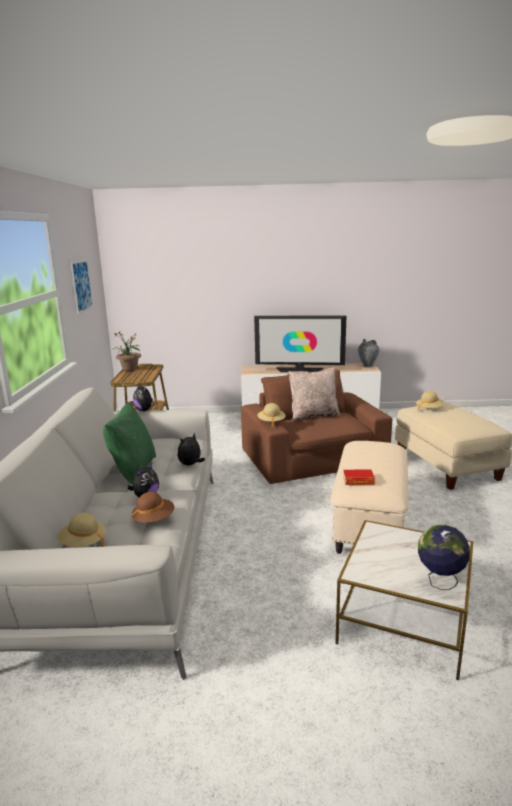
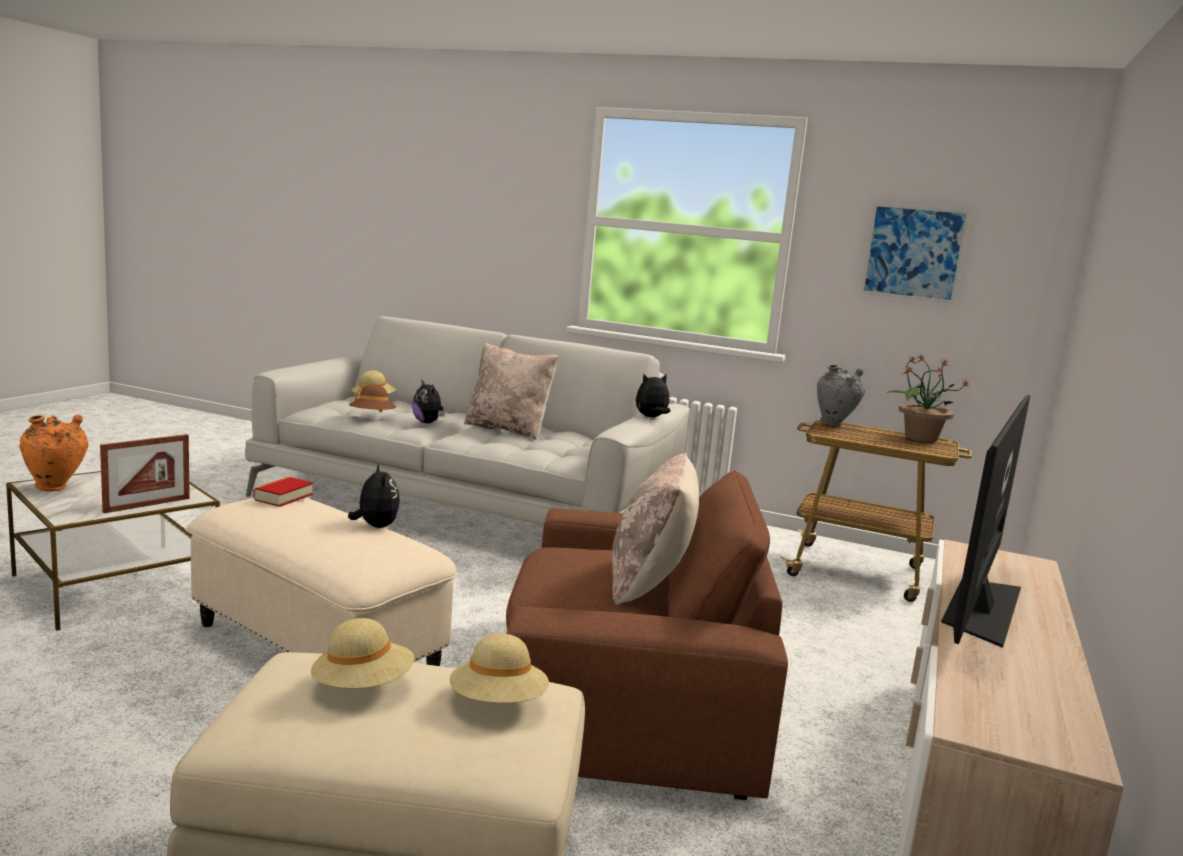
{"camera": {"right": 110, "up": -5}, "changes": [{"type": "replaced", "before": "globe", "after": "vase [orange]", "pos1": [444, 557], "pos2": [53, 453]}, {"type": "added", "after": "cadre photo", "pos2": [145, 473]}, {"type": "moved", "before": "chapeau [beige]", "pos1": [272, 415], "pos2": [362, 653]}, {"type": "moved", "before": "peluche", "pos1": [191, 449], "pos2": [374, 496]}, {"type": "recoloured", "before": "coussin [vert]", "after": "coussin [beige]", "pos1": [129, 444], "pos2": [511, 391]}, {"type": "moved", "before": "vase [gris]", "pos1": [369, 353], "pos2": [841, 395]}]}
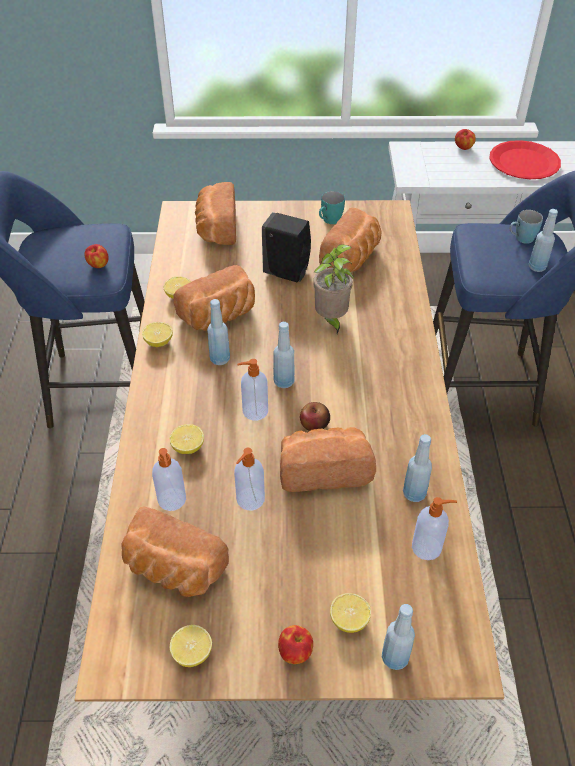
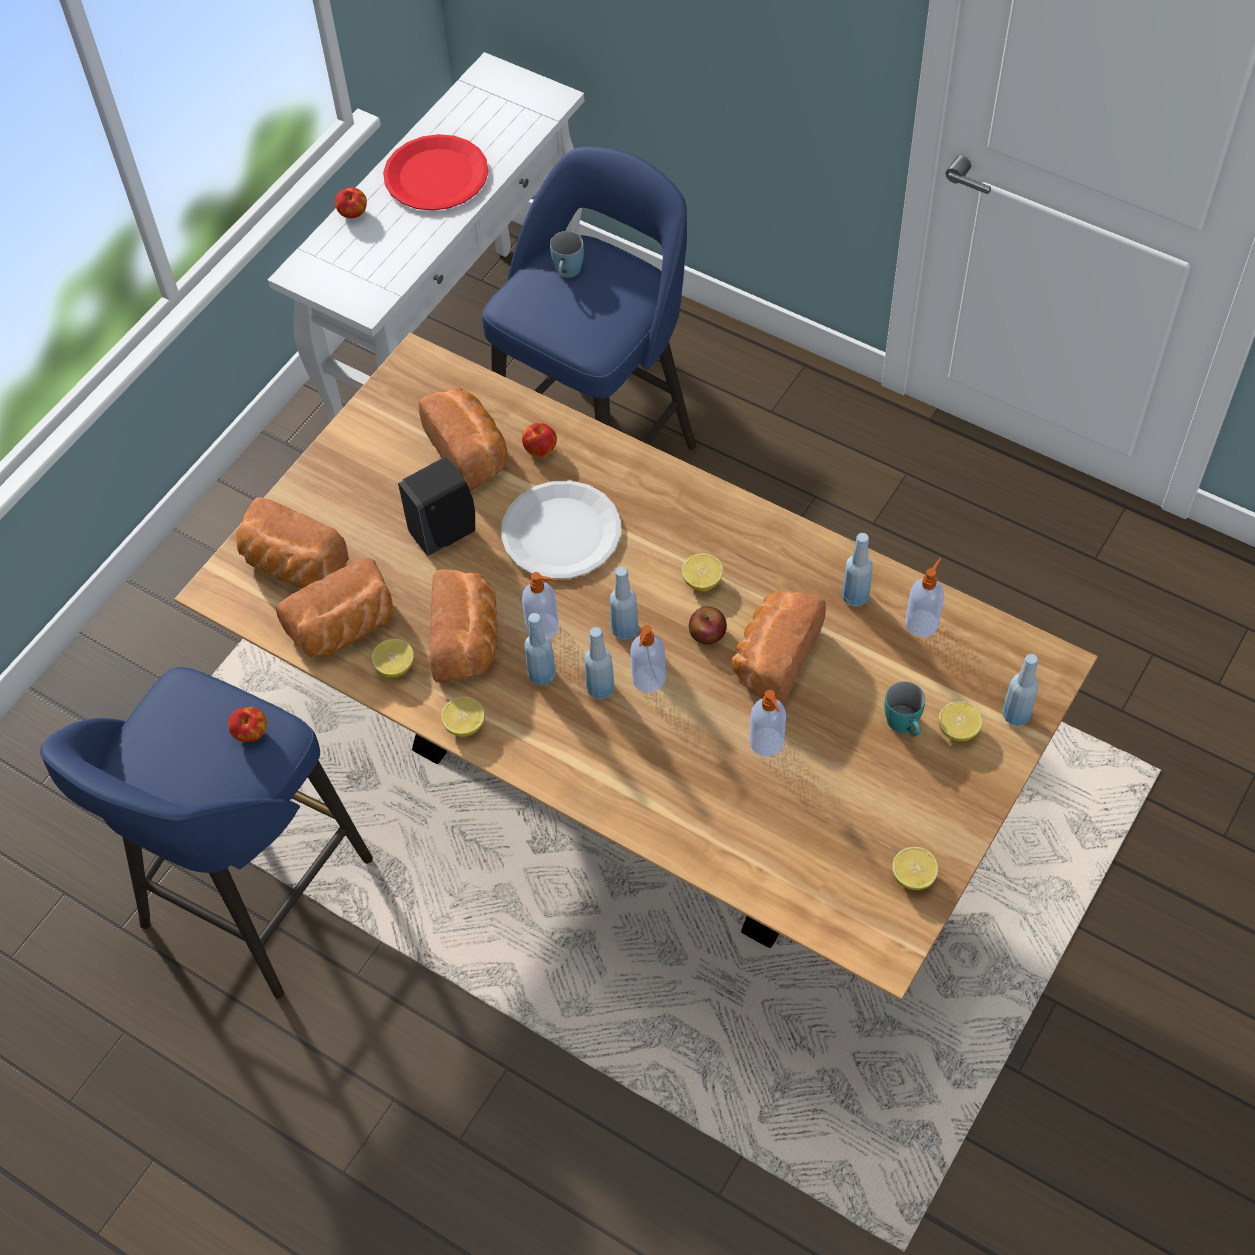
{"camera": {"right": -55, "up": 10}, "changes": [{"type": "moved", "before": "pain", "pos1": [175, 551], "pos2": [335, 607]}, {"type": "replaced", "before": "plante en pot", "after": "assiette [blanc]", "pos1": [333, 289], "pos2": [561, 530]}, {"type": "moved", "before": "pomme", "pos1": [295, 644], "pos2": [539, 440]}, {"type": "moved", "before": "distributeur de savon", "pos1": [169, 479], "pos2": [540, 605]}, {"type": "moved", "before": "bouteille [bleu]", "pos1": [543, 240], "pos2": [599, 663]}, {"type": "moved", "before": "citron", "pos1": [187, 439], "pos2": [702, 572]}, {"type": "moved", "before": "mug [turquoise]", "pos1": [332, 207], "pos2": [904, 709]}]}
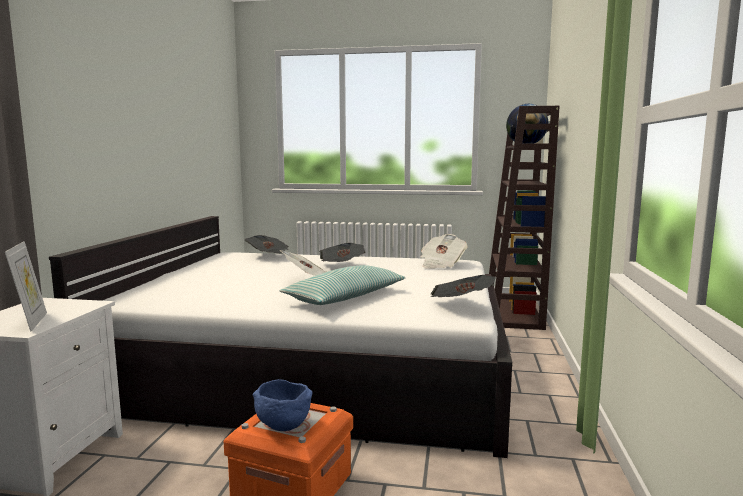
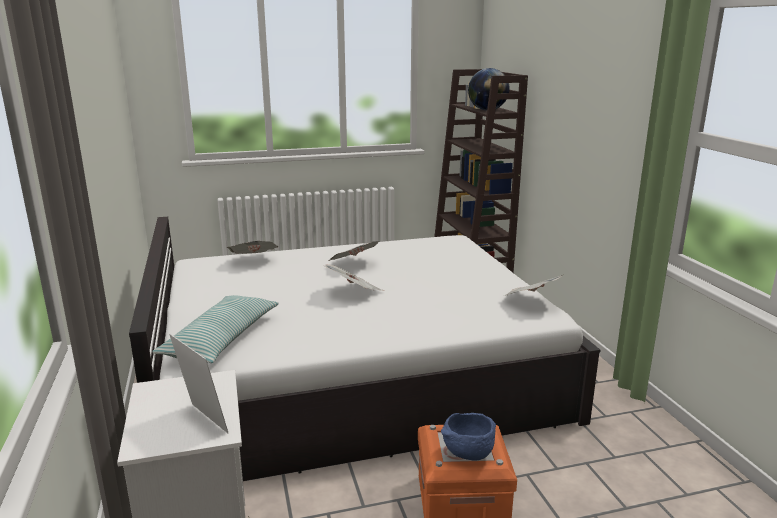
{"camera": {"right": -25, "up": 10}, "changes": [{"type": "moved", "before": "coussin", "pos1": [342, 285], "pos2": [216, 329]}, {"type": "removed", "before": "journal", "pos1": [444, 251]}]}
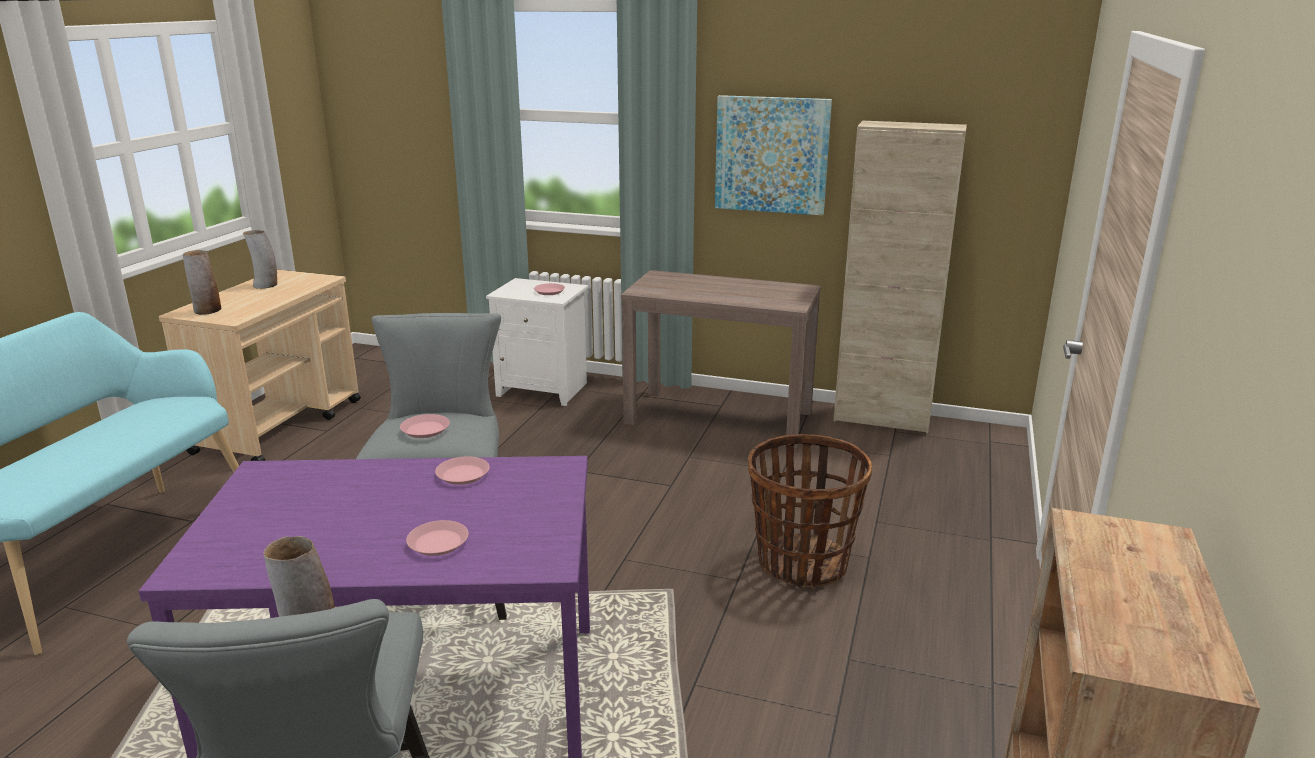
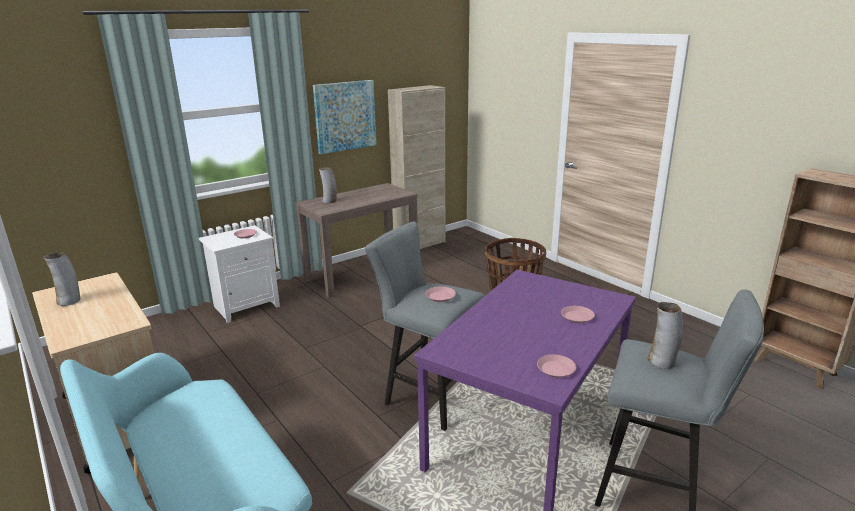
{"camera": {"right": -55, "up": 0}, "changes": [{"type": "moved", "before": "vase", "pos1": [202, 282], "pos2": [328, 185]}, {"type": "moved", "before": "assiette [rose]", "pos1": [462, 470], "pos2": [556, 366]}]}
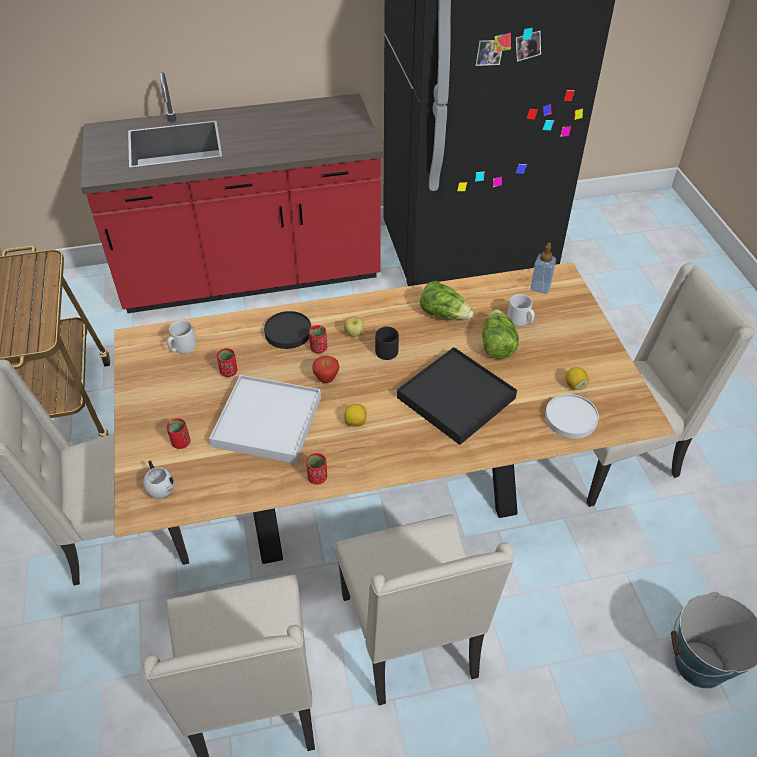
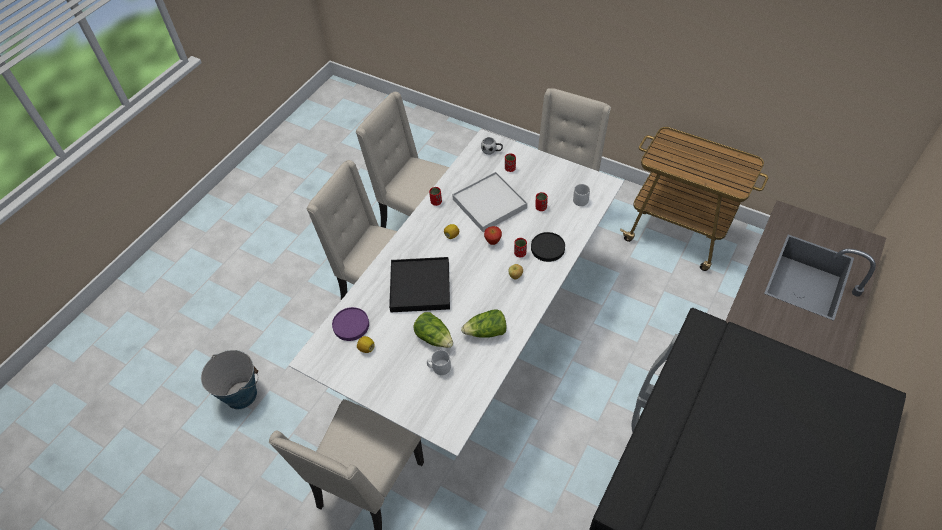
{"camera": {"right": 135, "up": 5}, "changes": [{"type": "recoloured", "before": "table à manger [marron]", "after": "table à manger [blanc]", "pos1": [394, 413], "pos2": [456, 293]}, {"type": "recoloured", "before": "assiette [blanc]", "after": "assiette [violet]", "pos1": [572, 416], "pos2": [350, 324]}, {"type": "removed", "before": "mug [noir]", "pos1": [387, 343]}, {"type": "removed", "before": "distributeur de savon", "pos1": [543, 268]}]}
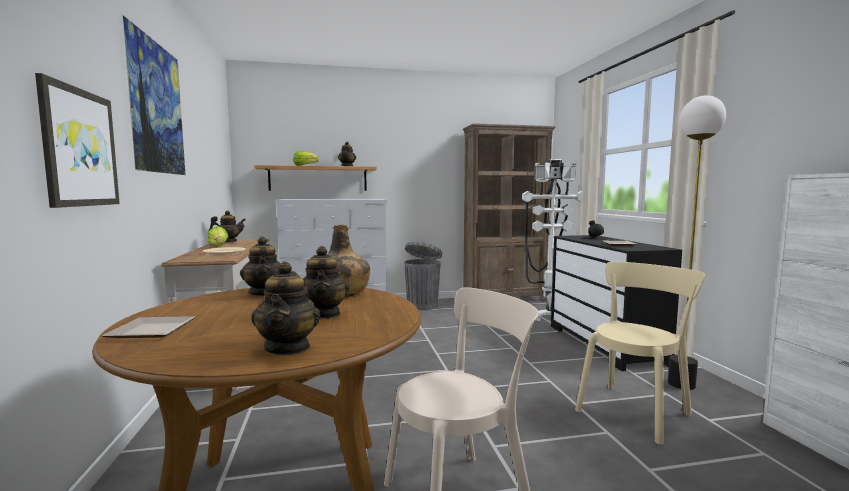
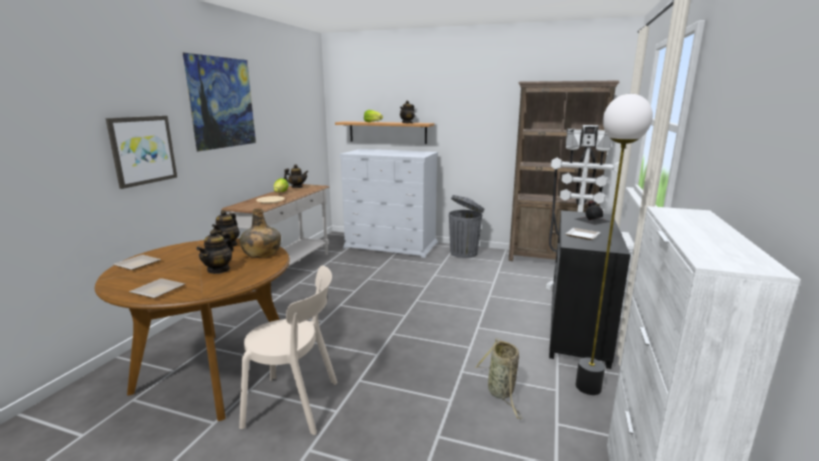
{"camera": {"right": 30, "up": 10}, "changes": [{"type": "replaced", "before": "théière", "after": "assiette", "pos1": [285, 308], "pos2": [157, 288]}, {"type": "replaced", "before": "chaise [beige]", "after": "panier", "pos1": [640, 353], "pos2": [498, 379]}]}
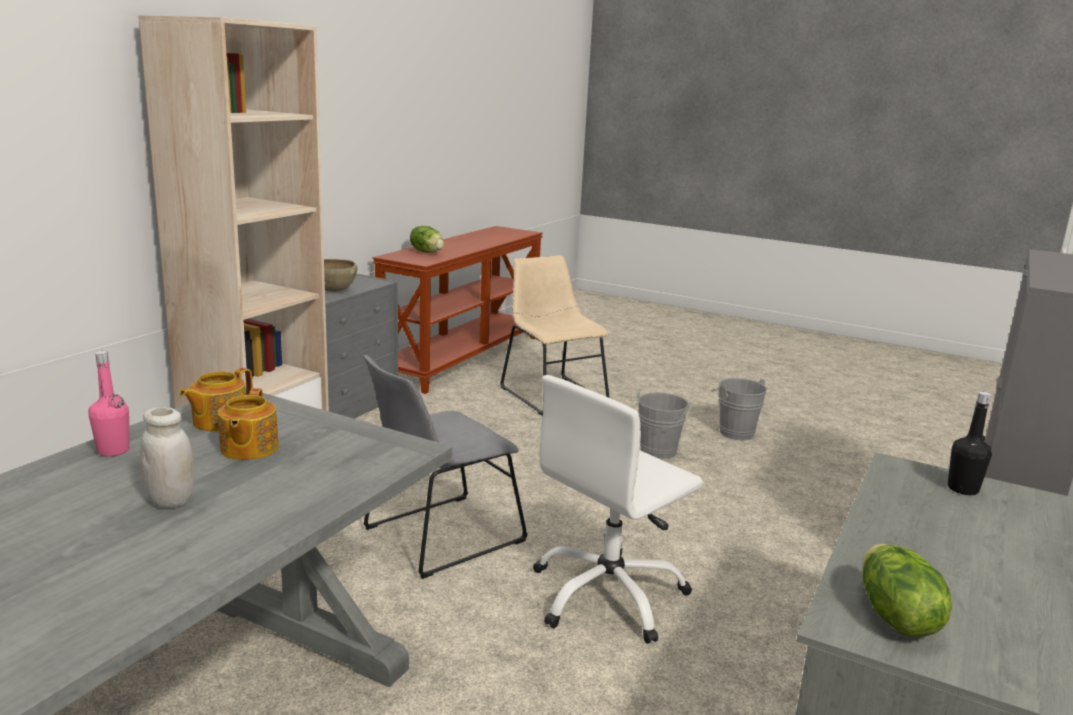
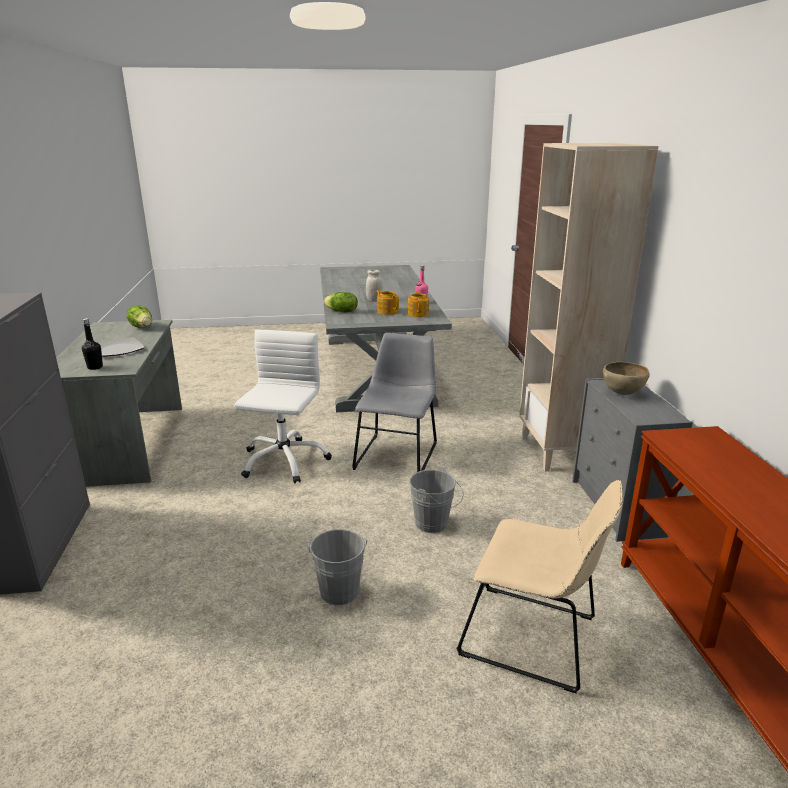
{"camera": {"right": 145, "up": 5}, "changes": [{"type": "added", "after": "assiette", "pos2": [122, 347]}, {"type": "moved", "before": "laitue", "pos1": [427, 239], "pos2": [341, 302]}, {"type": "moved", "before": "seau [gris]", "pos1": [739, 409], "pos2": [437, 499]}]}
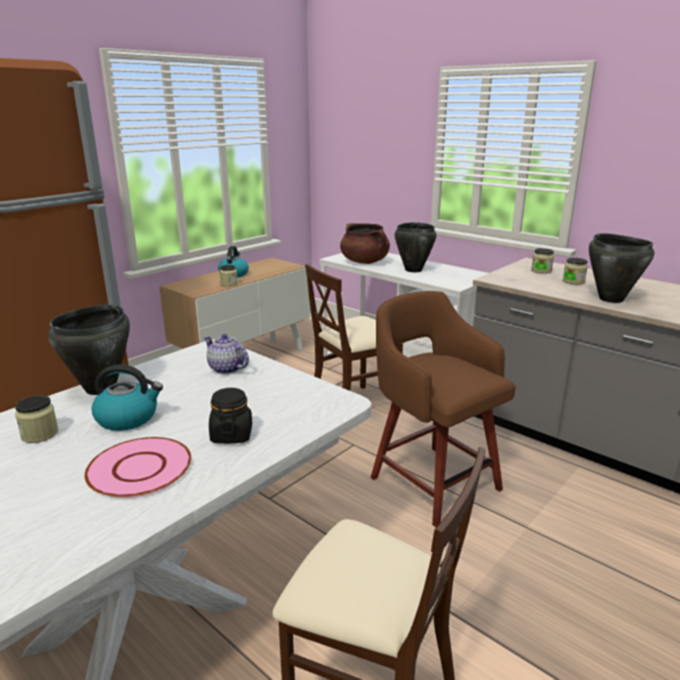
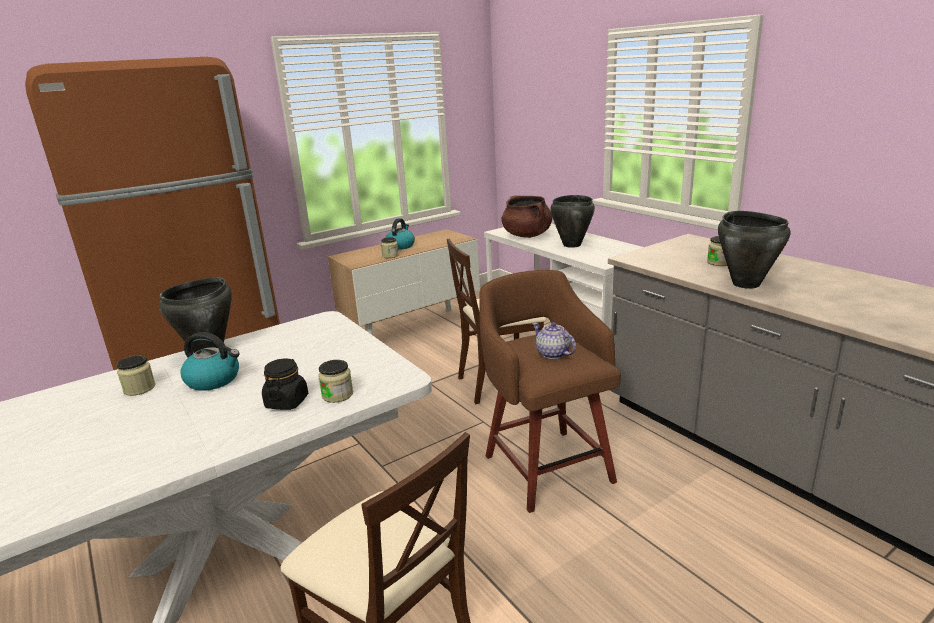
{"camera": {"right": 15, "up": 0}, "changes": [{"type": "moved", "before": "bocal", "pos1": [542, 261], "pos2": [335, 381]}, {"type": "moved", "before": "théière", "pos1": [226, 354], "pos2": [554, 340]}, {"type": "removed", "before": "assiette [rose]", "pos1": [137, 467]}]}
